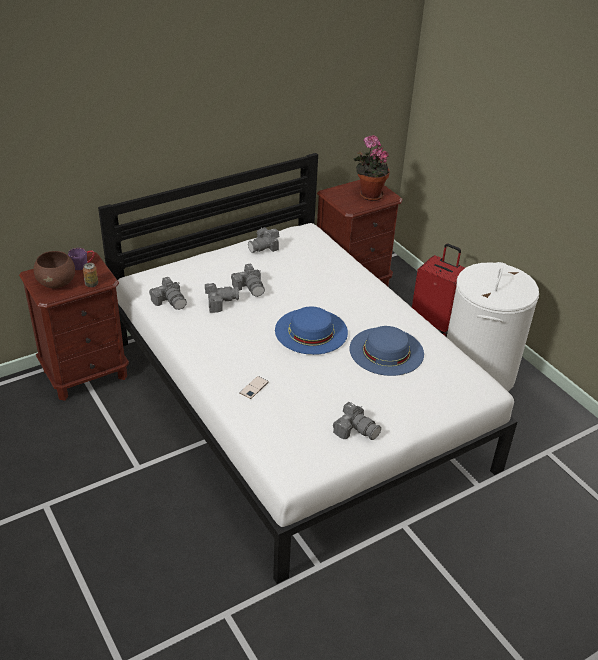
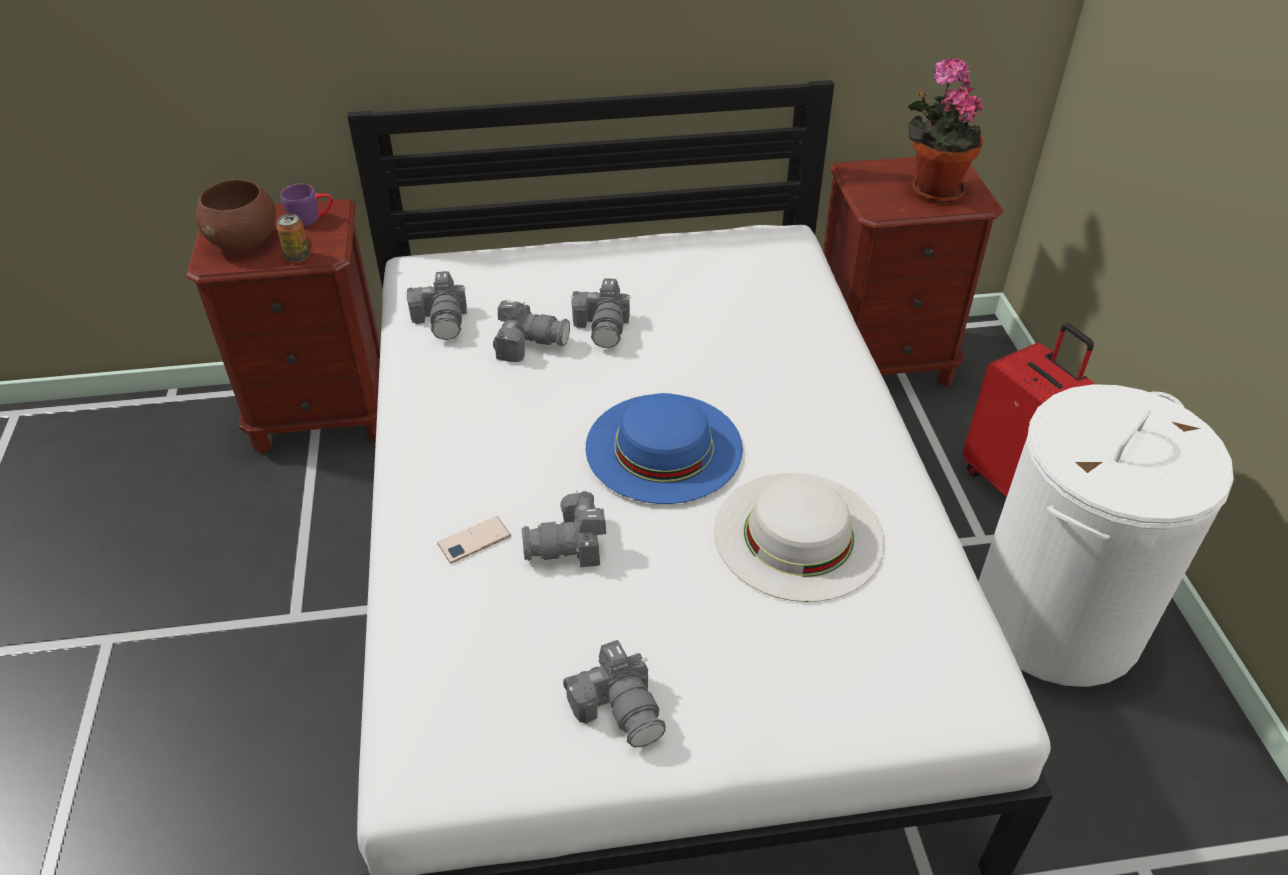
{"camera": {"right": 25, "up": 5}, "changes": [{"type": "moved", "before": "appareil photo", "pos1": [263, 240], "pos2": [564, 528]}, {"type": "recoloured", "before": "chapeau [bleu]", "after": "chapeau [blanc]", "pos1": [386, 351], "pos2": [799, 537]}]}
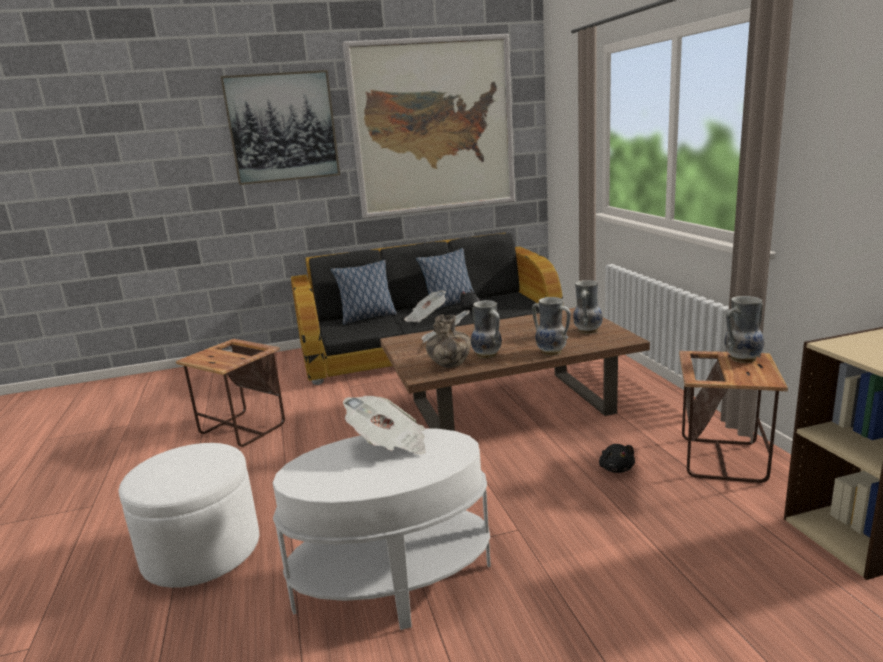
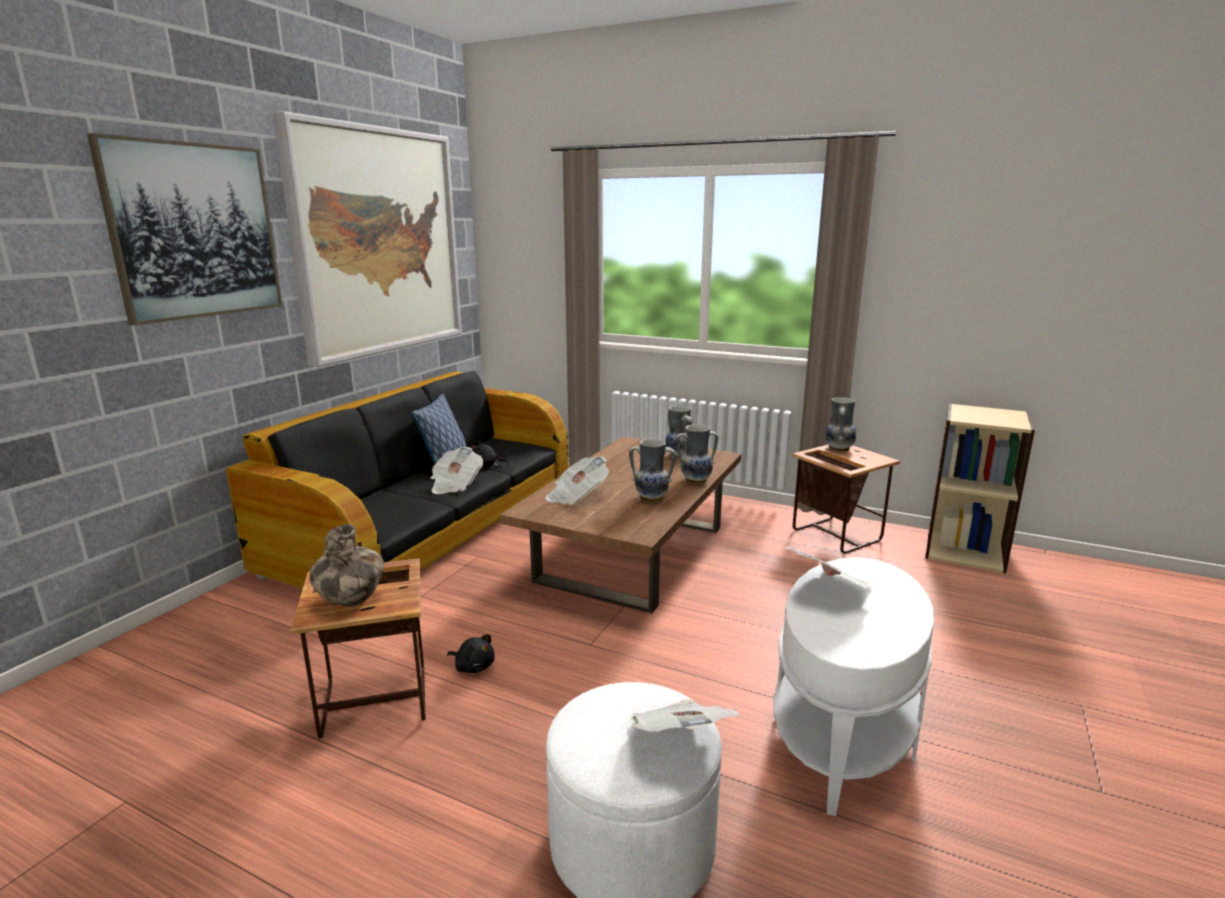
{"camera": {"right": -50, "up": 0}, "changes": [{"type": "moved", "before": "vase", "pos1": [448, 341], "pos2": [346, 565]}, {"type": "moved", "before": "peluche [noir]", "pos1": [617, 458], "pos2": [471, 653]}, {"type": "added", "after": "journal", "pos2": [684, 716]}, {"type": "removed", "before": "coussin", "pos1": [363, 292]}]}
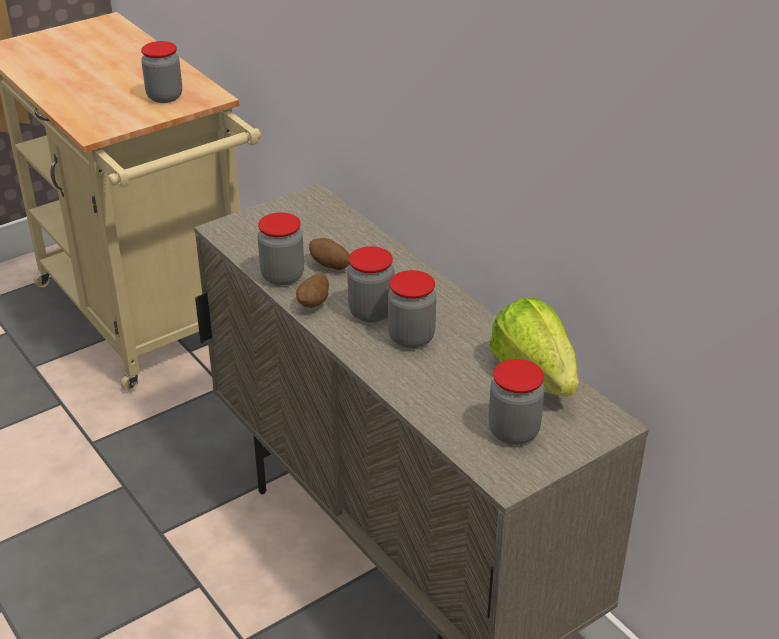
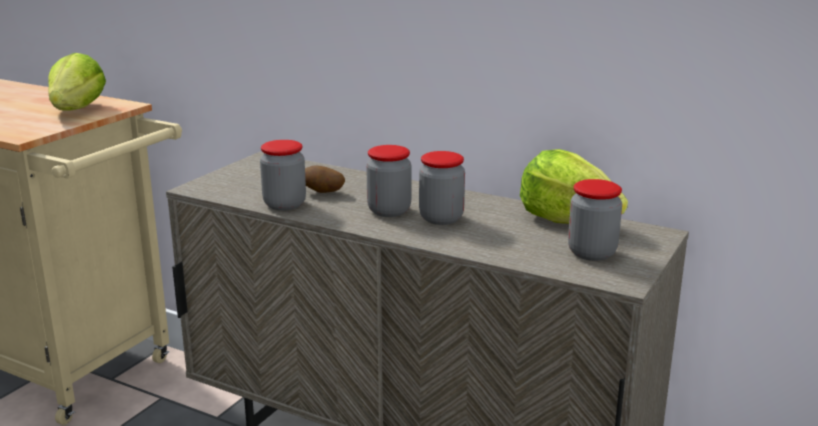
{"camera": {"right": -25, "up": -15}, "changes": [{"type": "replaced", "before": "bocal", "after": "laitue", "pos1": [161, 72], "pos2": [77, 82]}, {"type": "removed", "before": "pomme de terre", "pos1": [312, 290]}]}
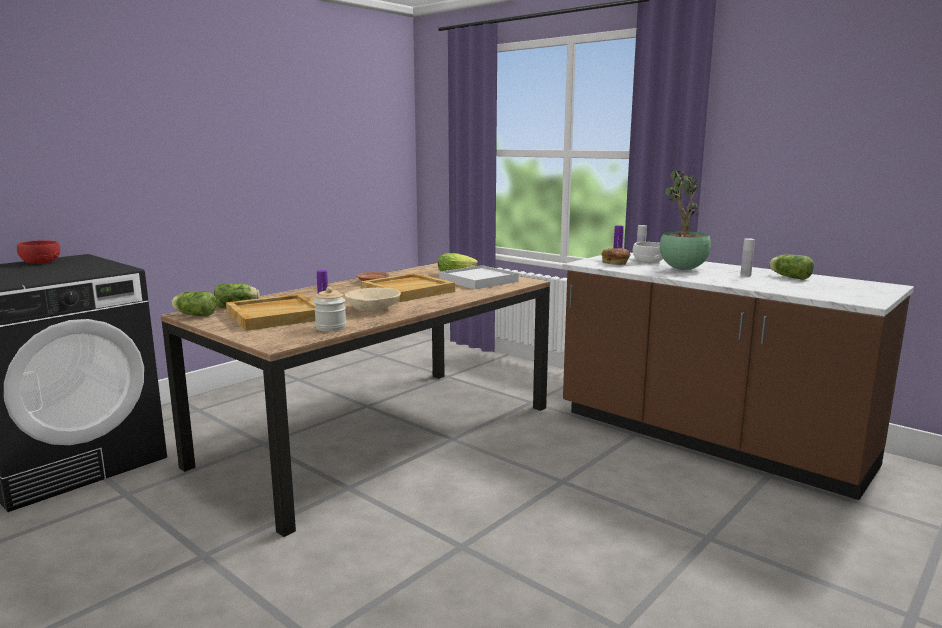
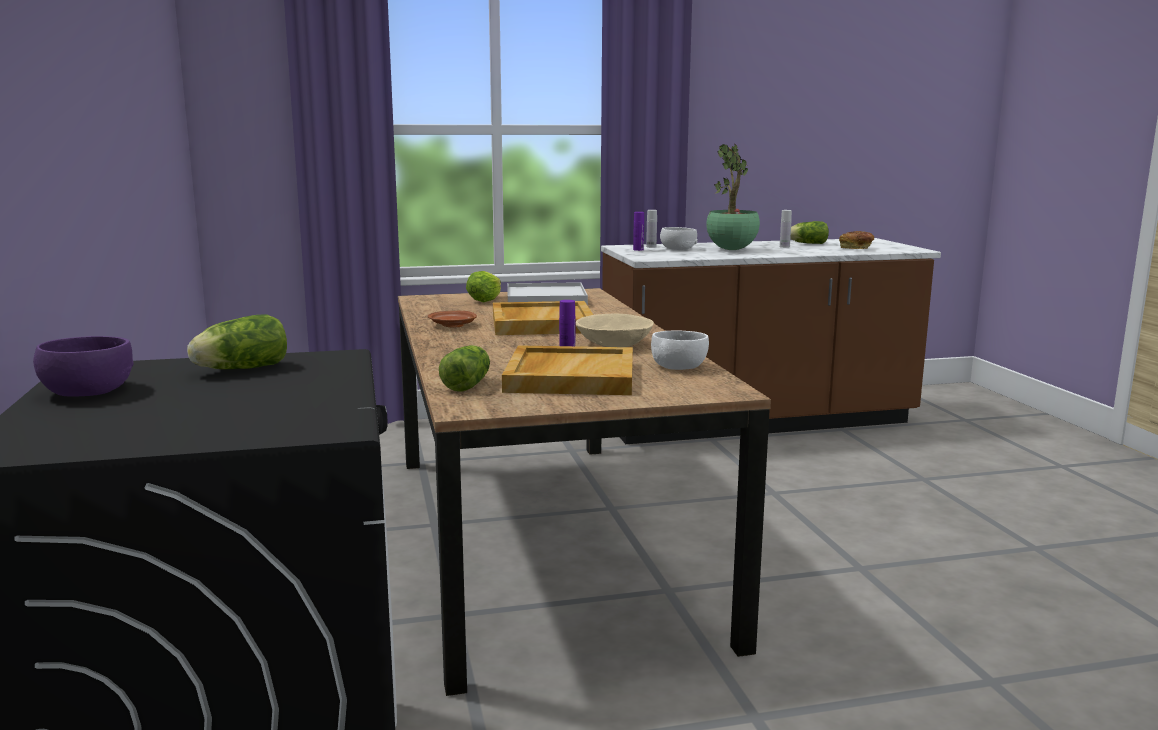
{"camera": {"right": -55, "up": 0}, "changes": [{"type": "recoloured", "before": "bol [rouge]", "after": "bol [violet]", "pos1": [38, 252], "pos2": [83, 366]}, {"type": "moved", "before": "laitue", "pos1": [194, 303], "pos2": [237, 341]}, {"type": "replaced", "before": "bocal", "after": "bol [blanc]", "pos1": [330, 309], "pos2": [680, 350]}, {"type": "moved", "before": "pain", "pos1": [616, 256], "pos2": [856, 240]}]}
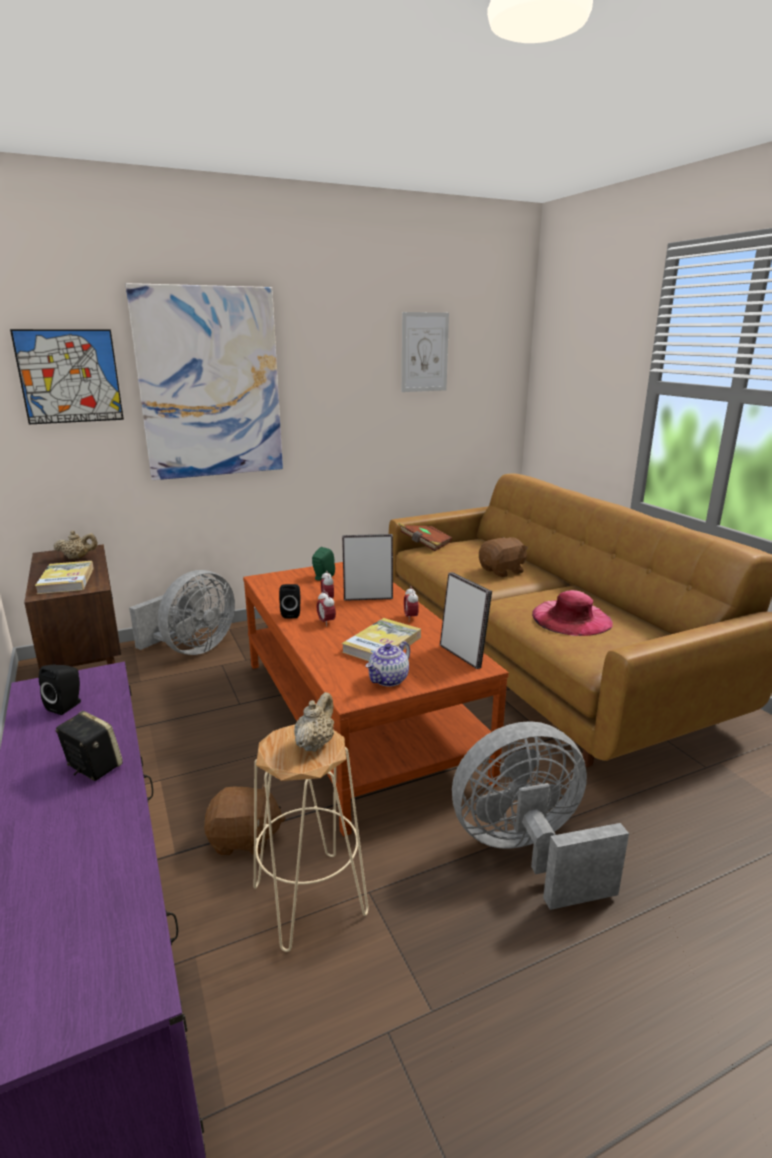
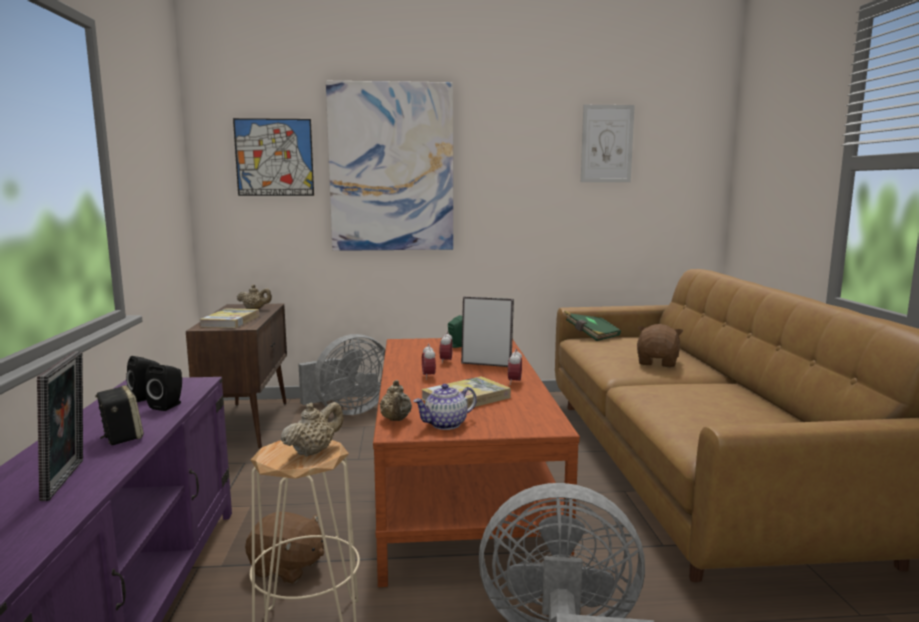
{"camera": {"right": 20, "up": -10}, "changes": [{"type": "moved", "before": "cadre photo", "pos1": [466, 620], "pos2": [60, 426]}, {"type": "moved", "before": "enceinte [noir]", "pos1": [290, 601], "pos2": [163, 387]}, {"type": "added", "after": "théière [beige]", "pos2": [396, 400]}, {"type": "recoloured", "before": "livre [marron]", "after": "livre [vert]", "pos1": [425, 537], "pos2": [592, 326]}, {"type": "turned", "before": "peluche [marron]", "pos1": [503, 557], "pos2": [660, 345], "turn": -60}, {"type": "removed", "before": "chapeau [rose]", "pos1": [572, 613]}]}
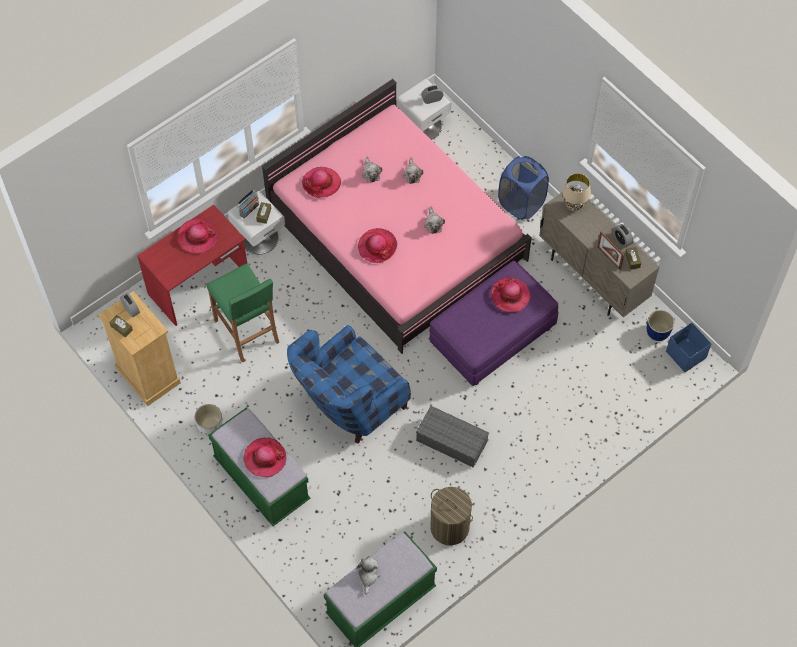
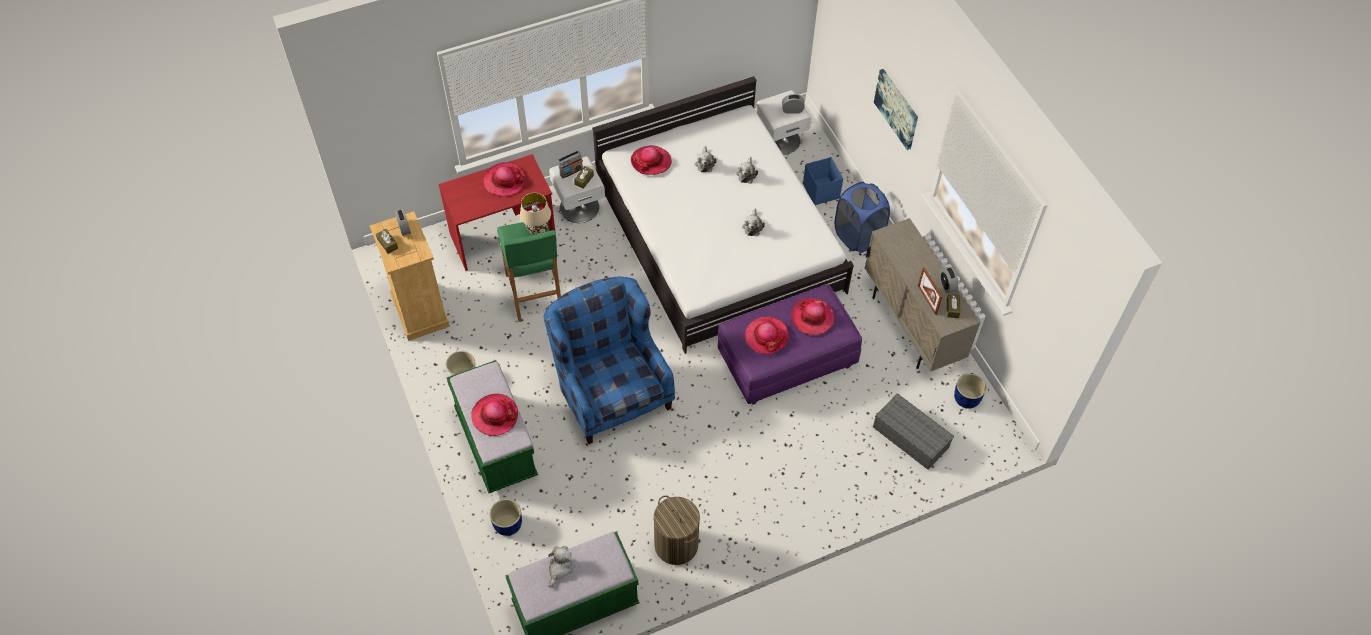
{"camera": {"right": 15, "up": -5}, "changes": [{"type": "added", "after": "cache-pot [bleu]", "pos2": [506, 517]}, {"type": "moved", "before": "lampe de table [beige]", "pos1": [576, 192], "pos2": [535, 214]}, {"type": "turned", "before": "fauteuil [bleu]", "pos1": [349, 384], "pos2": [609, 360], "turn": 90}, {"type": "recoloured", "before": "lit [rose]", "after": "lit [blanc]", "pos1": [397, 216], "pos2": [723, 215]}, {"type": "moved", "before": "chapeau", "pos1": [377, 245], "pos2": [767, 335]}, {"type": "moved", "before": "boîte de rangement [bleu]", "pos1": [688, 347], "pos2": [823, 181]}, {"type": "moved", "before": "boîte de rangement [gris]", "pos1": [452, 437], "pos2": [913, 431]}, {"type": "added", "after": "tableau", "pos2": [896, 109]}]}
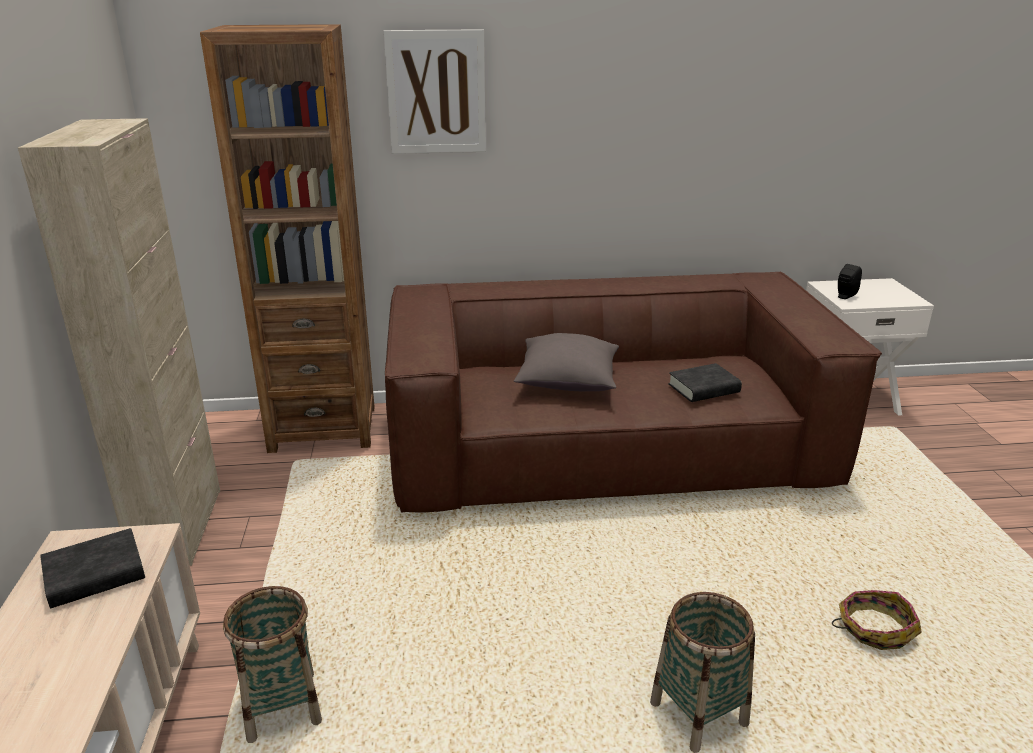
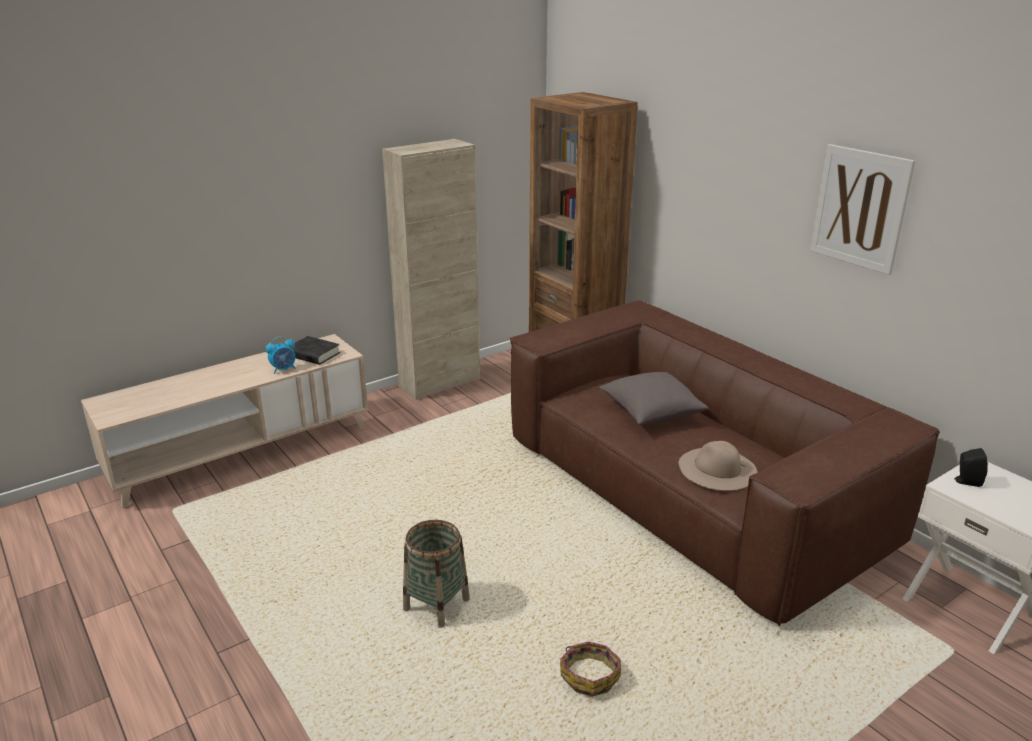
{"camera": {"right": 60, "up": 0}, "changes": [{"type": "added", "after": "réveil", "pos2": [281, 355]}, {"type": "replaced", "before": "livre [noir]", "after": "chapeau [beige]", "pos1": [705, 382], "pos2": [718, 466]}, {"type": "moved", "before": "tableau", "pos1": [435, 91], "pos2": [862, 209]}, {"type": "removed", "before": "panier", "pos1": [272, 664]}]}
